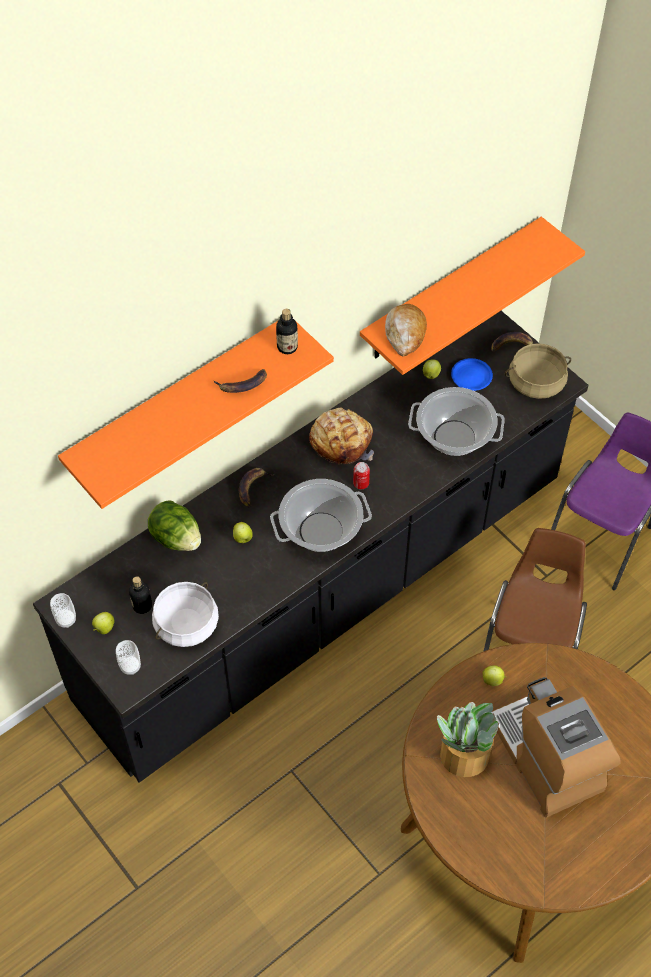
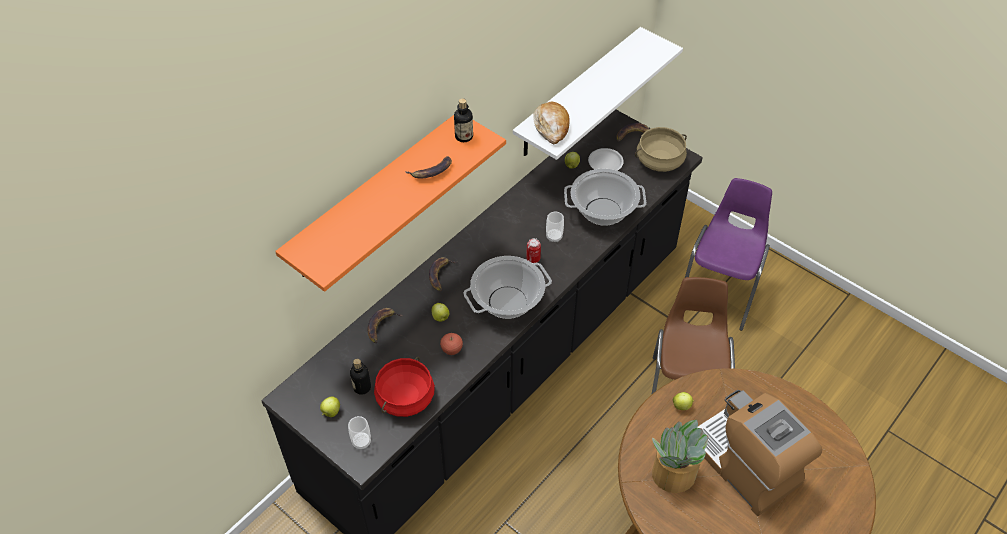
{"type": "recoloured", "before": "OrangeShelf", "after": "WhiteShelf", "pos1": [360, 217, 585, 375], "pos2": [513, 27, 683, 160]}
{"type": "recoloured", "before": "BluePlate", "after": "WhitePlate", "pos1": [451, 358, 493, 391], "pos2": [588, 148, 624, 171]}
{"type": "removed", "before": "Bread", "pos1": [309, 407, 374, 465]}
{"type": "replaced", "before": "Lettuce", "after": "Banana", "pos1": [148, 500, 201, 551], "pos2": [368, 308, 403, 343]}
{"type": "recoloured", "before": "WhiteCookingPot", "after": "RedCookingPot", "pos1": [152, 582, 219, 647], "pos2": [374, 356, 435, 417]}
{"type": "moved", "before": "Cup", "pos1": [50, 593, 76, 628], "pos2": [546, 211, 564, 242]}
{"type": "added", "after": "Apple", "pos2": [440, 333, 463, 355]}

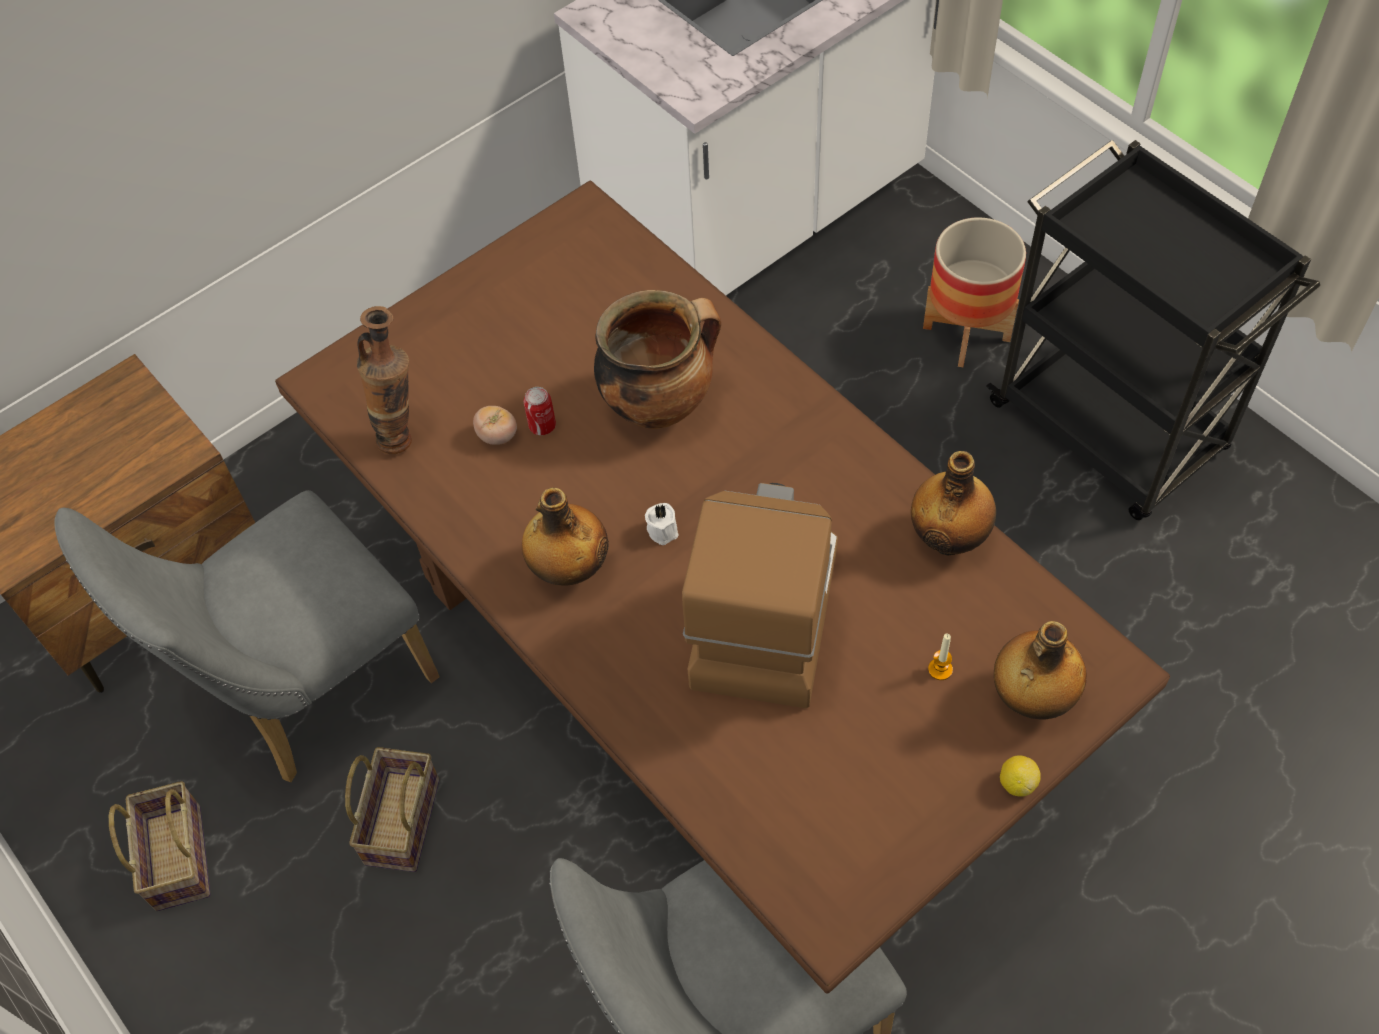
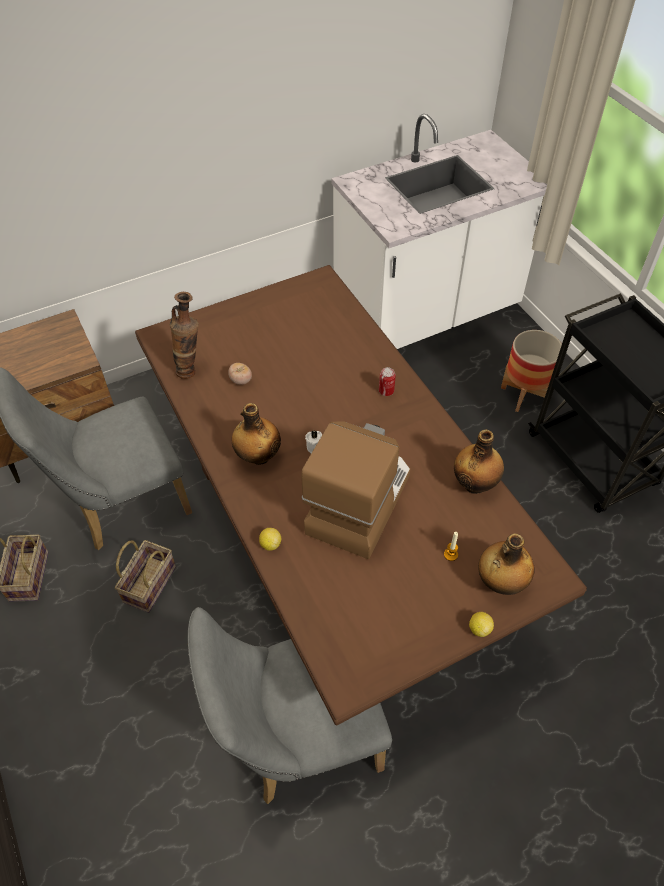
{"type": "removed", "before": "CookingPot", "pos1": [594, 290, 721, 429]}
{"type": "moved", "before": "Can", "pos1": [523, 387, 556, 435], "pos2": [379, 367, 395, 396]}
{"type": "added", "after": "Lemon", "pos2": [259, 528, 281, 551]}

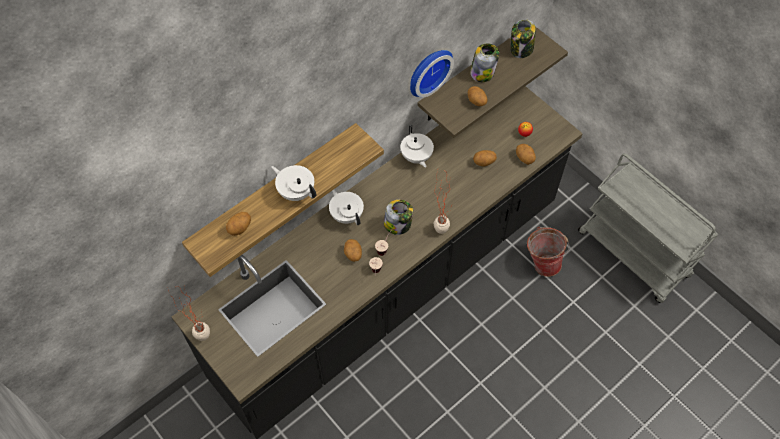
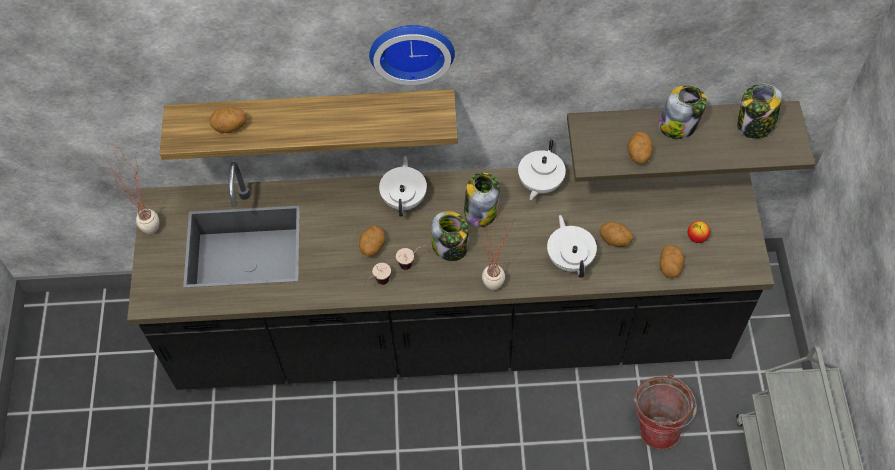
{"type": "moved", "before": "WallClock", "pos1": [410, 50, 454, 98], "pos2": [369, 25, 455, 85]}
{"type": "moved", "before": "WhiteTeapot", "pos1": [271, 165, 316, 201], "pos2": [547, 215, 597, 278]}
{"type": "added", "after": "Jar", "pos2": [464, 173, 500, 227]}

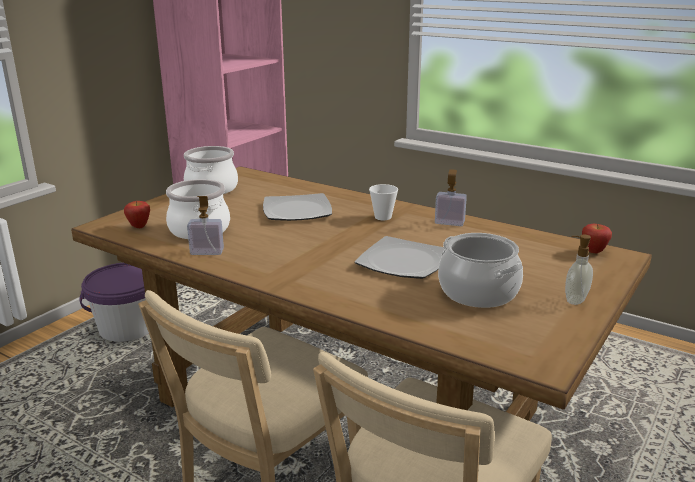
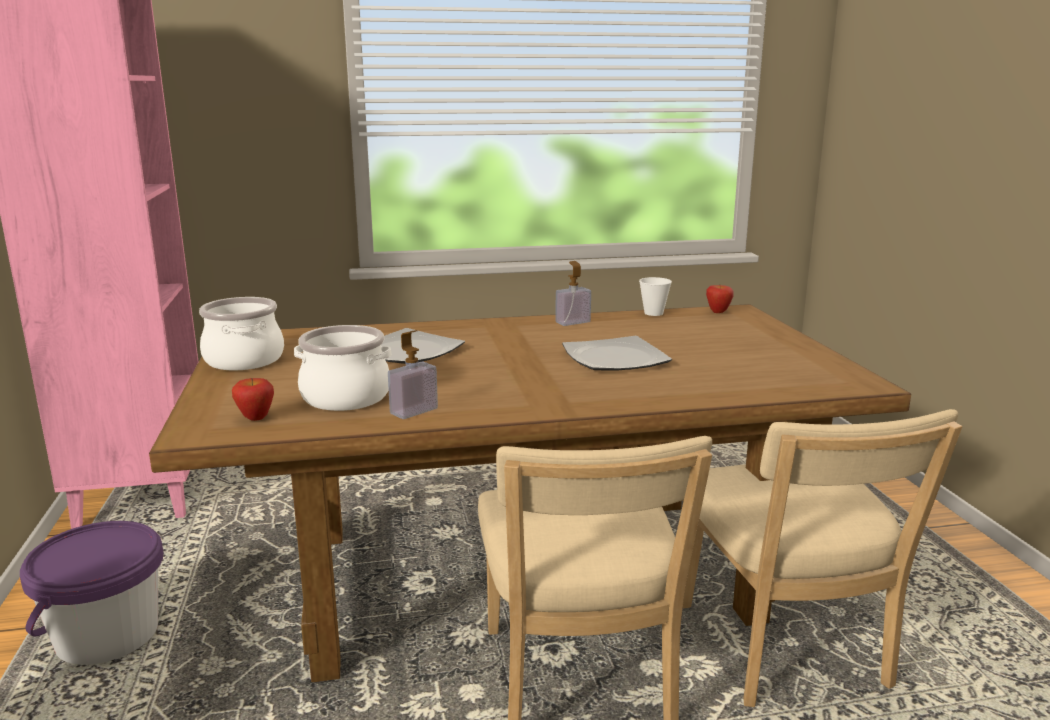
{"type": "moved", "before": "Cup", "pos1": [369, 184, 398, 220], "pos2": [639, 277, 672, 316]}
{"type": "removed", "before": "CookingPot", "pos1": [438, 233, 523, 308]}
{"type": "removed", "before": "SoapDispenser", "pos1": [565, 235, 593, 305]}

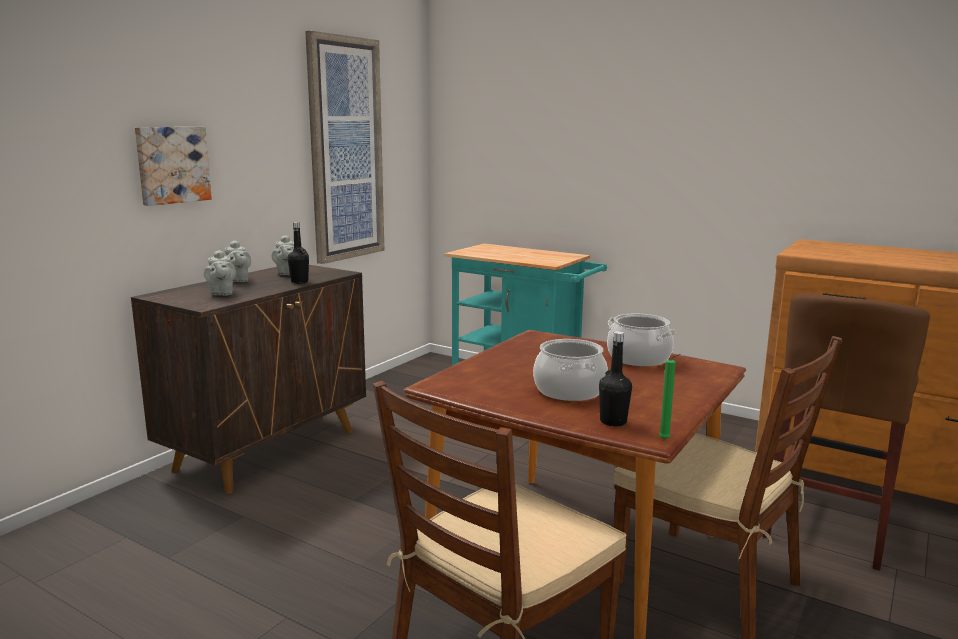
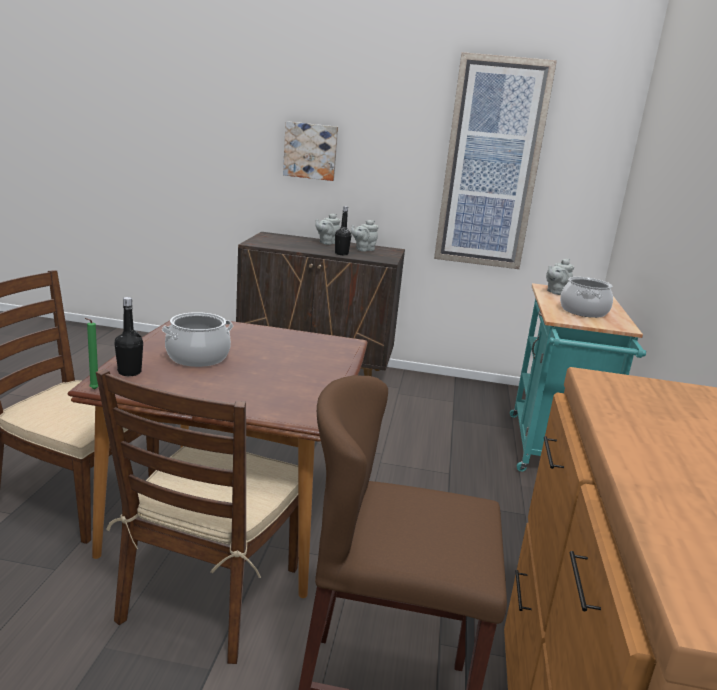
{"type": "moved", "before": "GreyTeapot", "pos1": [204, 250, 236, 295], "pos2": [546, 259, 574, 295]}
{"type": "moved", "before": "CookingPot", "pos1": [607, 314, 676, 366], "pos2": [560, 277, 613, 318]}

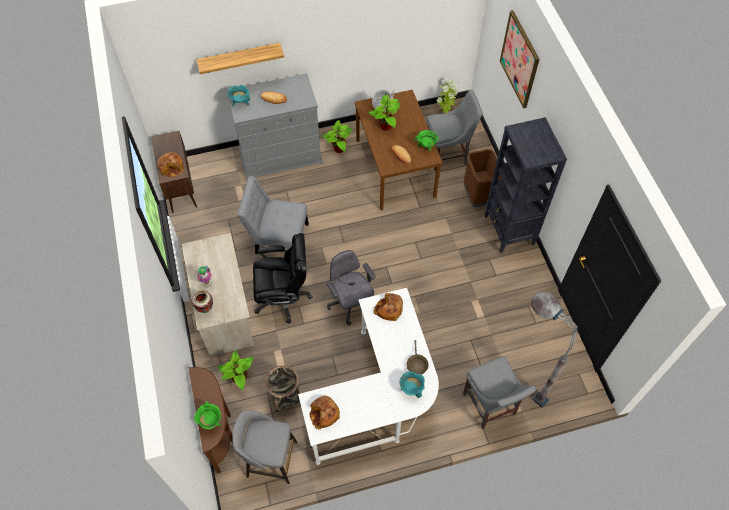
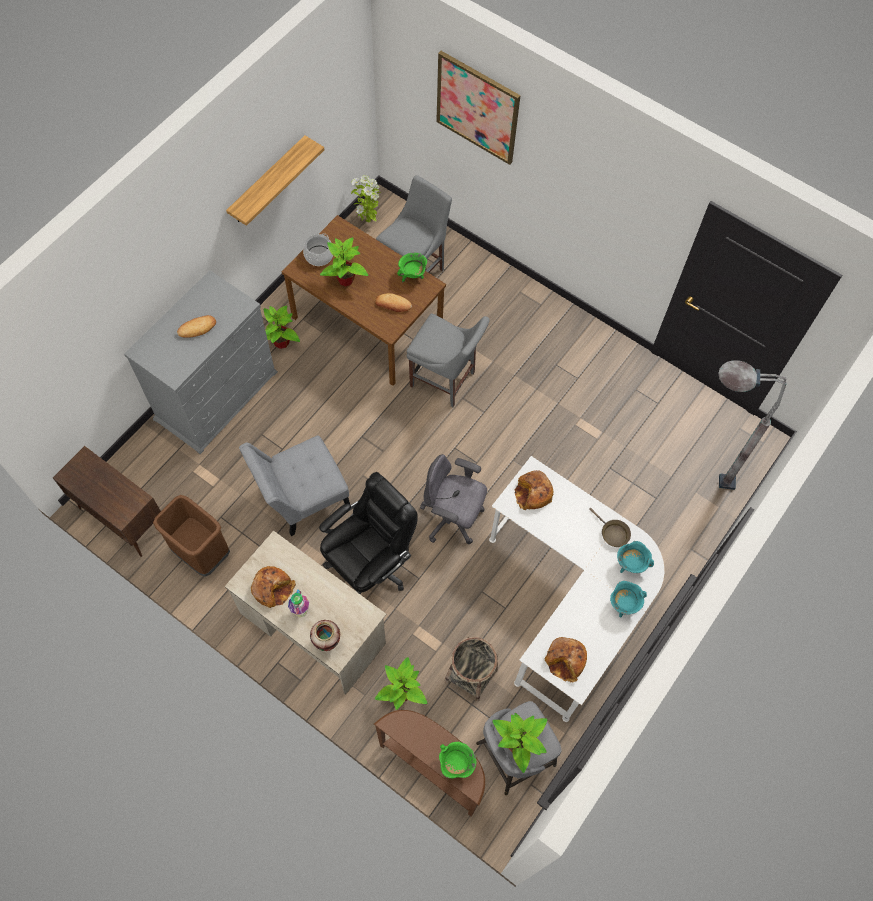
{"type": "moved", "before": "Shelf", "pos1": [196, 43, 284, 74], "pos2": [226, 135, 325, 226]}
{"type": "moved", "before": "TurquoiseCookingPot", "pos1": [227, 85, 250, 106], "pos2": [610, 581, 647, 618]}
{"type": "removed", "before": "BlackBookcase", "pos1": [484, 117, 567, 253]}
{"type": "moved", "before": "BrownTrashCan", "pos1": [464, 149, 502, 207], "pos2": [153, 495, 230, 577]}
{"type": "moved", "before": "Bread", "pos1": [157, 152, 184, 178], "pos2": [251, 566, 296, 608]}
{"type": "moved", "before": "GreyChair", "pos1": [463, 356, 536, 429], "pos2": [407, 313, 490, 407]}
{"type": "added", "after": "PottedPlant", "pos2": [493, 713, 547, 773]}

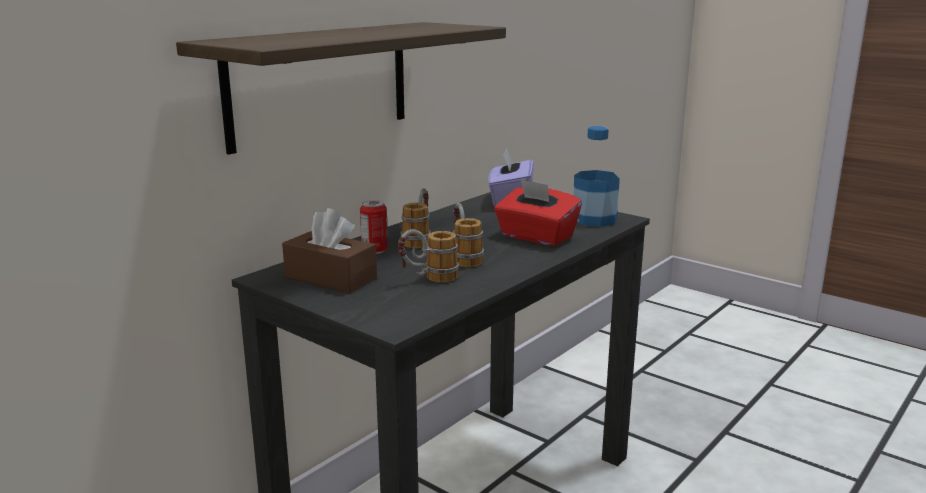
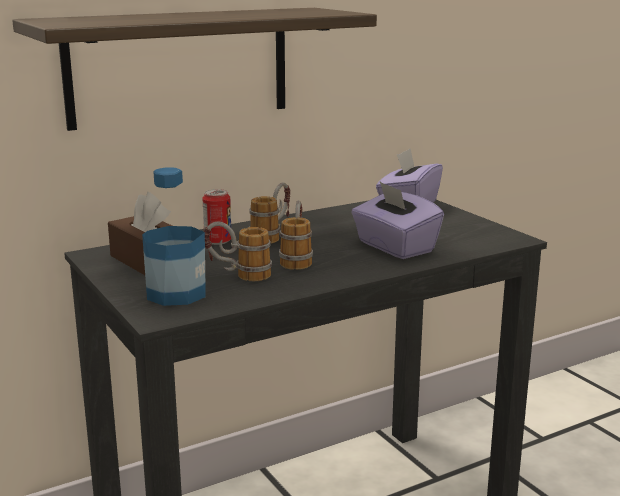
{"type": "moved", "before": "Bottle", "pos1": [573, 126, 620, 227], "pos2": [142, 167, 206, 306]}
{"type": "recoloured", "before": "RedTissueBox", "after": "PurpleTissueBox", "pos1": [494, 179, 582, 246], "pos2": [351, 182, 444, 259]}

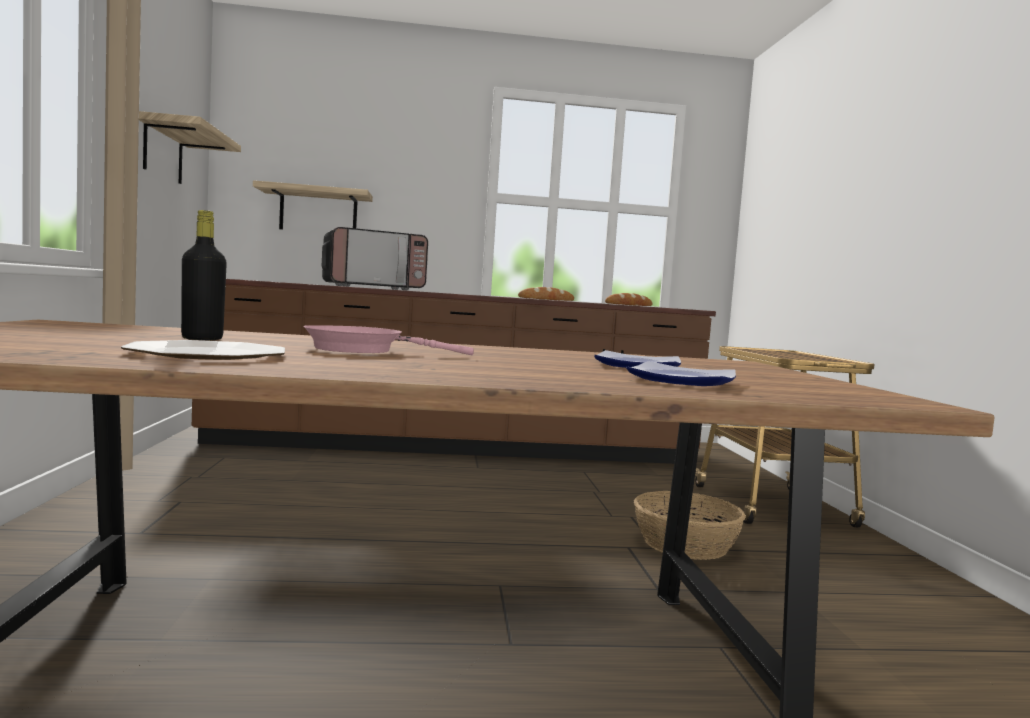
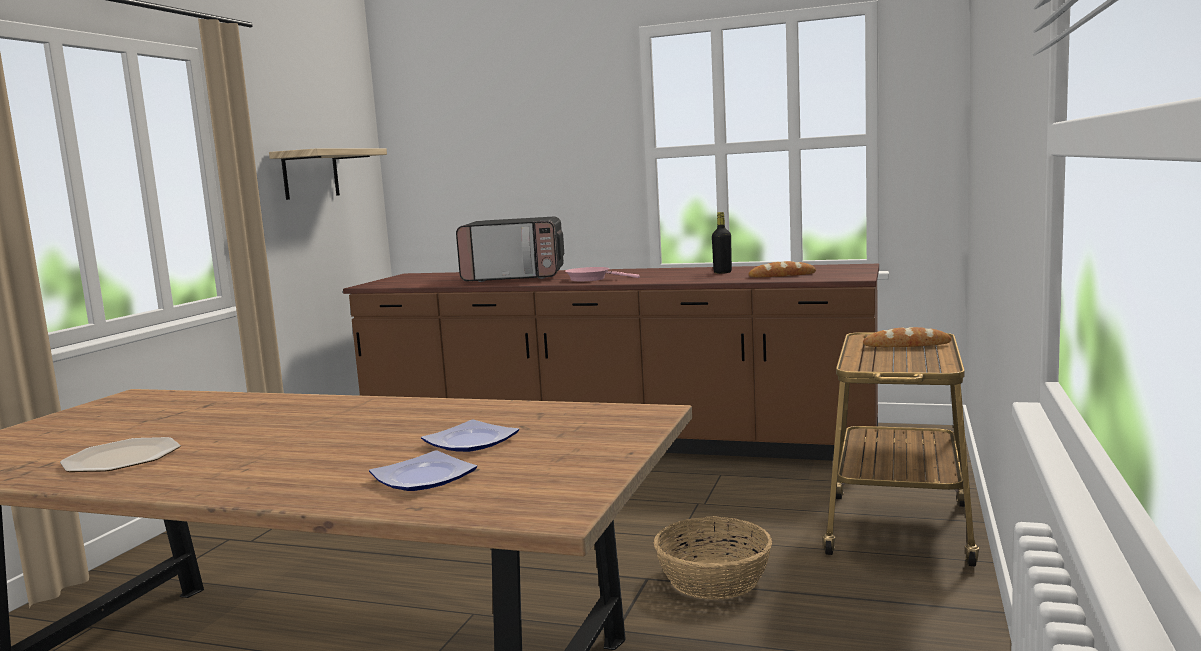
{"type": "removed", "before": "Shelf", "pos1": [253, 180, 373, 230]}
{"type": "moved", "before": "BlackBottle", "pos1": [181, 210, 227, 340], "pos2": [712, 212, 732, 274]}
{"type": "moved", "before": "Bread", "pos1": [518, 287, 574, 301], "pos2": [863, 327, 952, 347]}
{"type": "moved", "before": "PinkFryingPan", "pos1": [303, 325, 474, 355], "pos2": [565, 267, 640, 281]}

